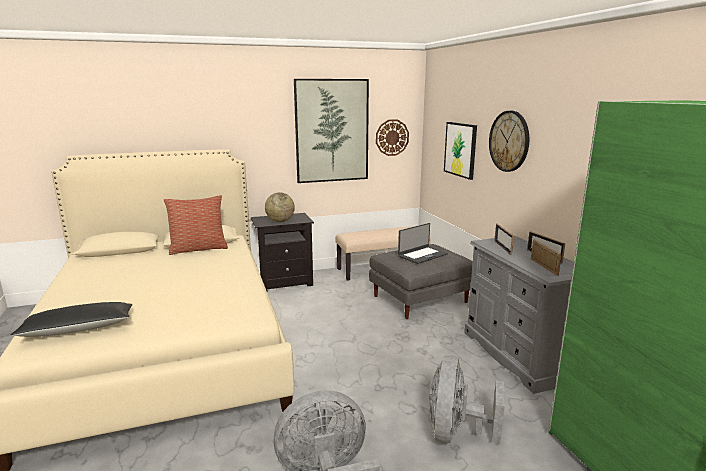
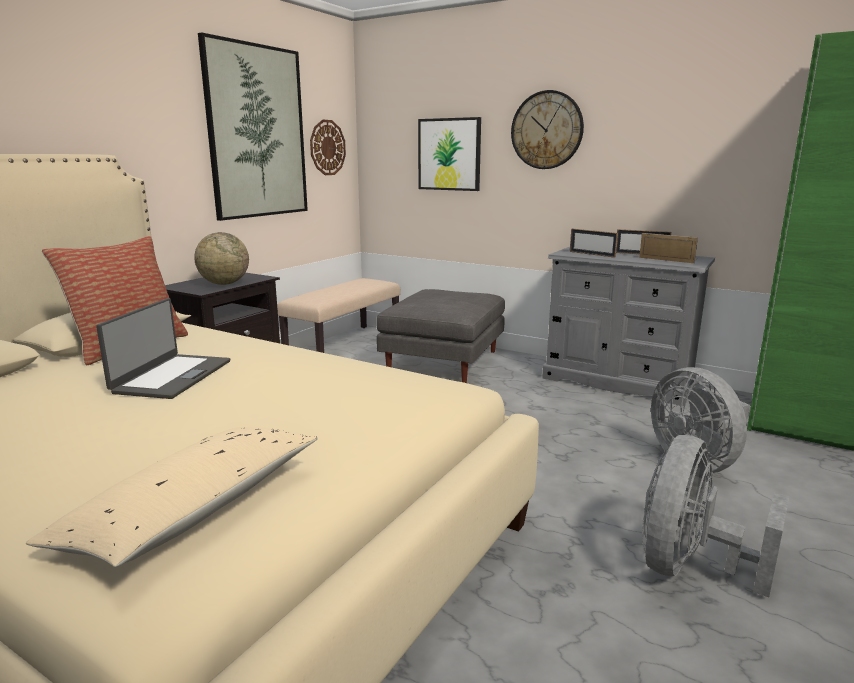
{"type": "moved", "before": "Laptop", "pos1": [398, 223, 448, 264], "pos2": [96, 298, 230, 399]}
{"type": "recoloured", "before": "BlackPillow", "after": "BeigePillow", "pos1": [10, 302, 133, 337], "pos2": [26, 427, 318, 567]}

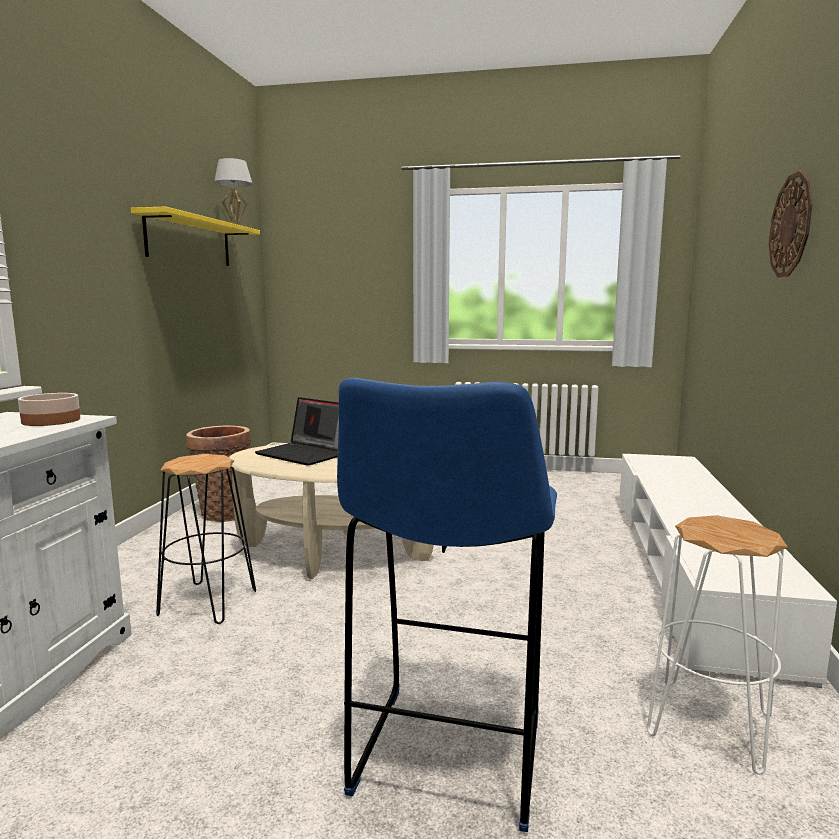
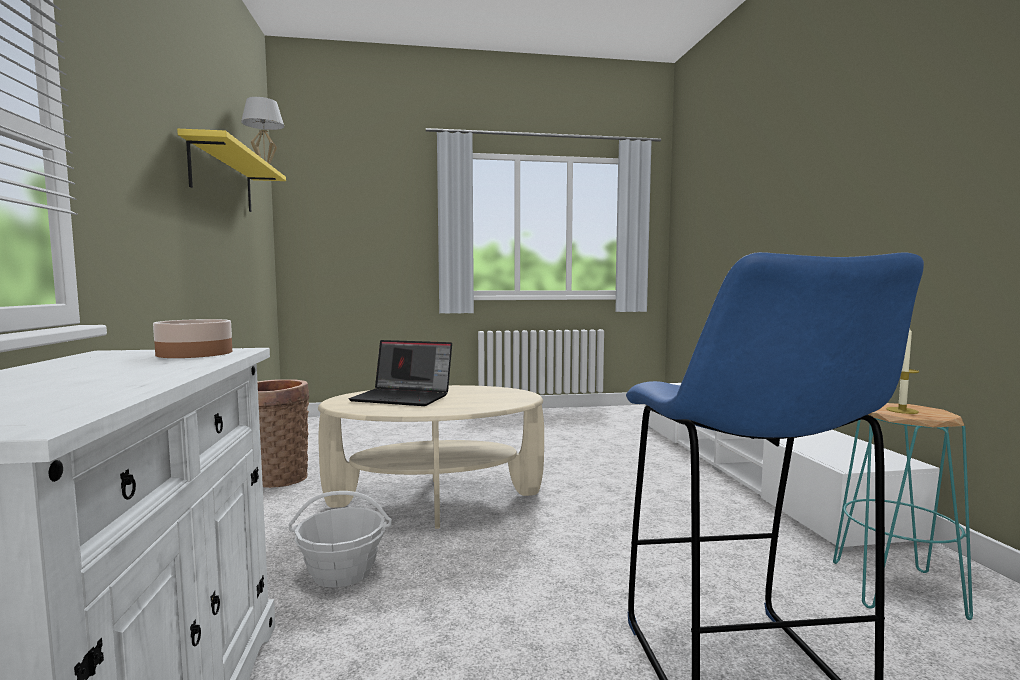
{"type": "removed", "before": "WallClock", "pos1": [769, 171, 813, 277]}
{"type": "replaced", "before": "BlackStool", "after": "Basket", "pos1": [156, 454, 256, 624], "pos2": [288, 491, 392, 588]}
{"type": "recoloured", "before": "WhiteStool", "after": "TurquoiseStool", "pos1": [647, 515, 788, 775], "pos2": [833, 403, 973, 620]}
{"type": "added", "after": "Candle", "pos2": [886, 329, 920, 414]}

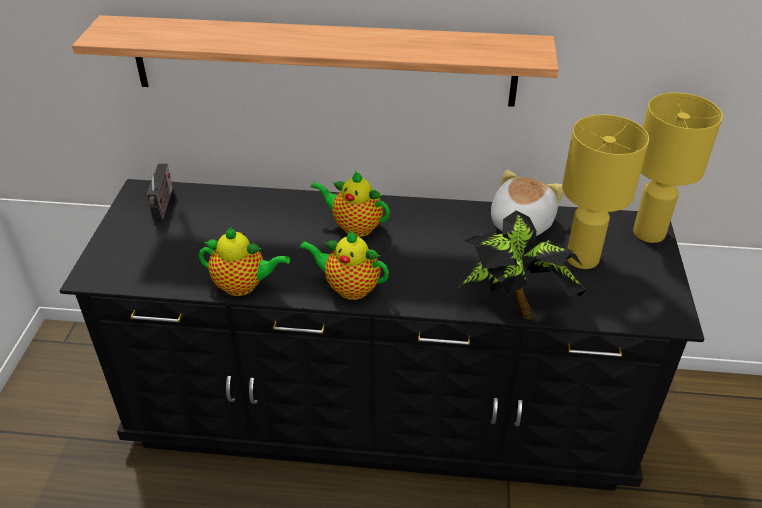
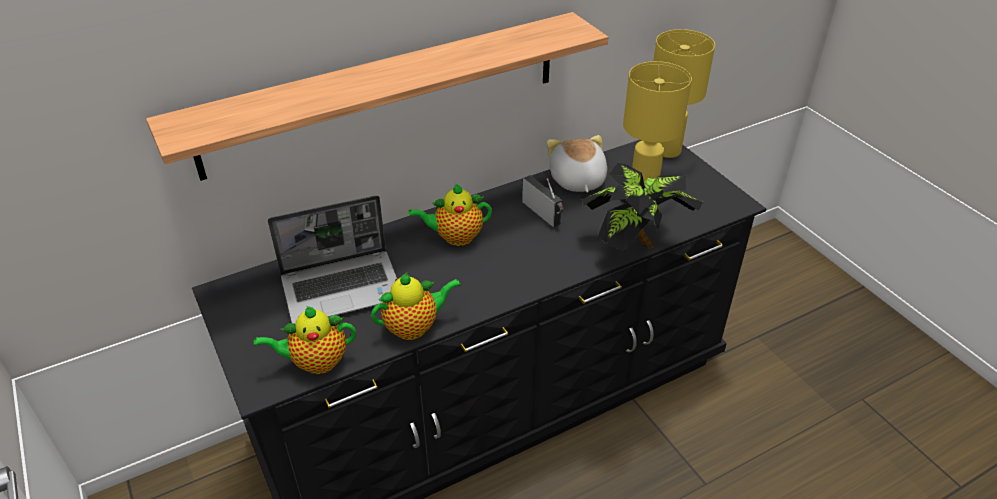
{"type": "moved", "before": "Radio", "pos1": [147, 164, 173, 220], "pos2": [522, 175, 564, 227]}
{"type": "moved", "before": "Teapot", "pos1": [299, 230, 389, 300], "pos2": [254, 306, 356, 374]}
{"type": "added", "after": "Laptop", "pos2": [268, 195, 397, 324]}

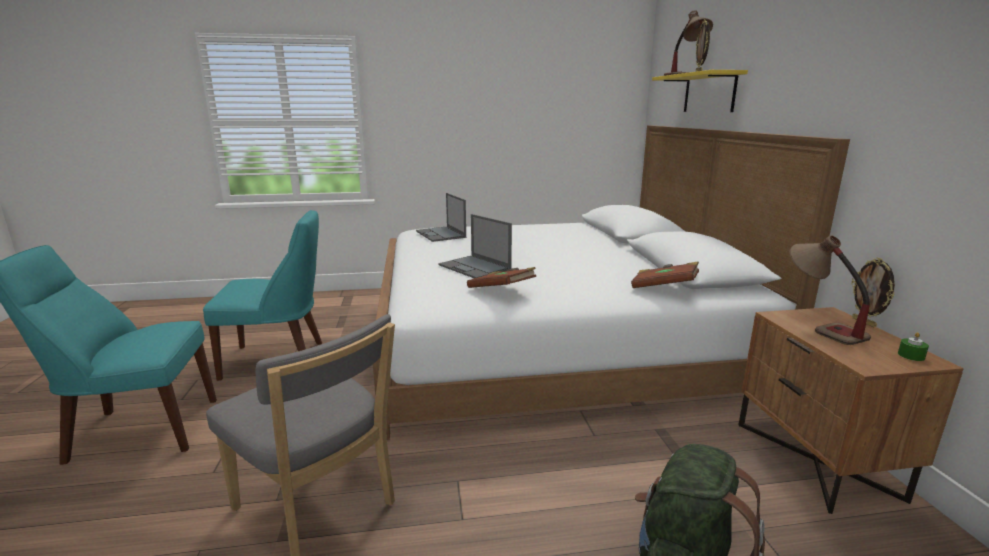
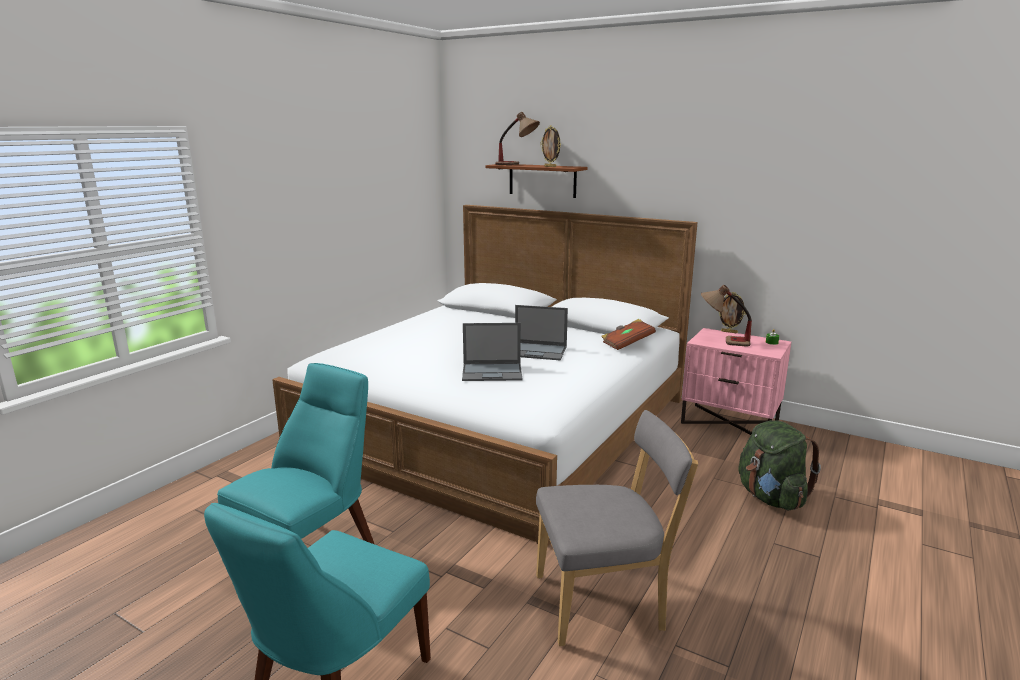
{"type": "recoloured", "before": "YellowShelf", "after": "BrownShelf", "pos1": [652, 70, 748, 112], "pos2": [485, 164, 587, 198]}
{"type": "moved", "before": "Laptop", "pos1": [416, 193, 466, 242], "pos2": [515, 305, 568, 360]}
{"type": "removed", "before": "BrownBook", "pos1": [467, 267, 536, 288]}
{"type": "recoloured", "before": "BrownNightstand", "after": "PinkNightstand", "pos1": [738, 307, 964, 514], "pos2": [681, 328, 791, 435]}

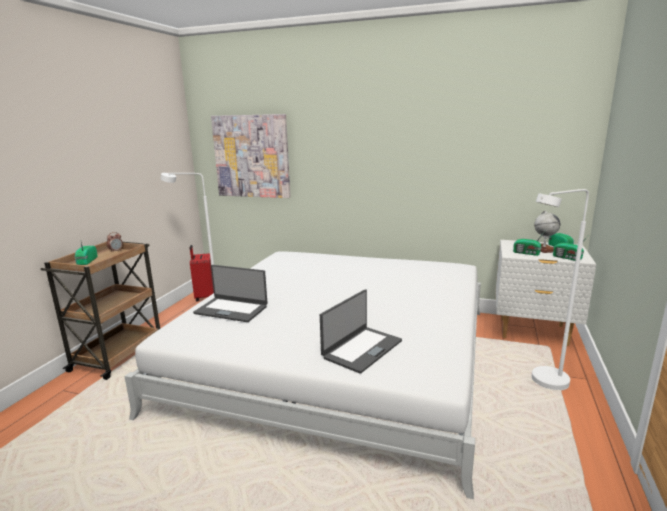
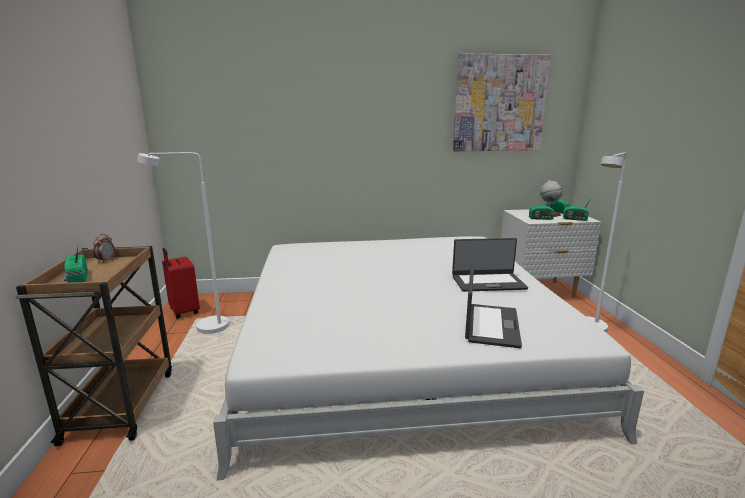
{"type": "moved", "before": "Picture", "pos1": [211, 114, 290, 198], "pos2": [453, 53, 551, 151]}
{"type": "moved", "before": "Laptop", "pos1": [193, 265, 268, 322], "pos2": [452, 238, 528, 292]}

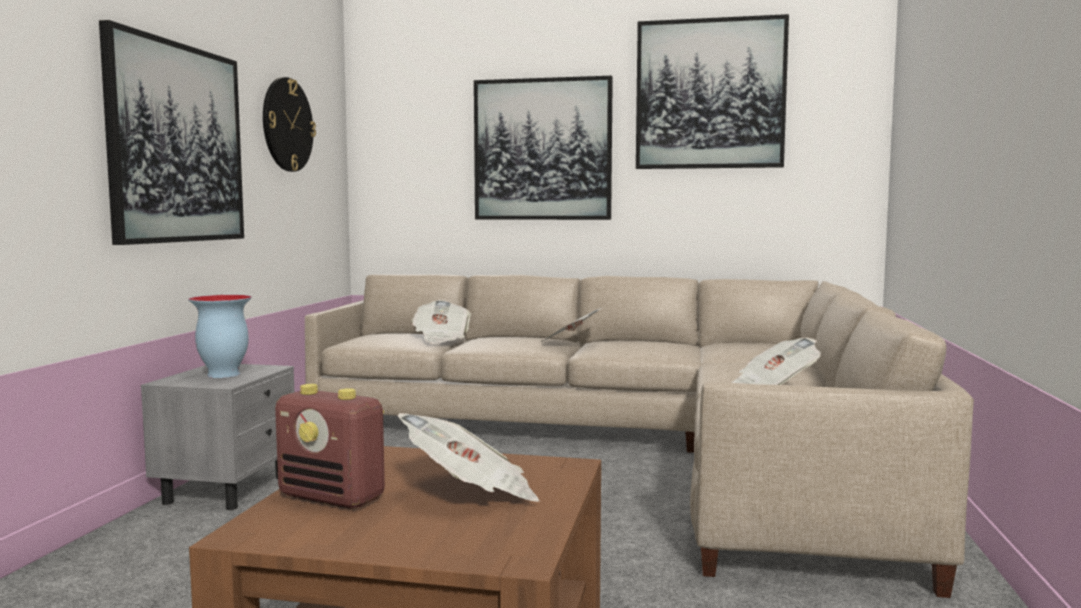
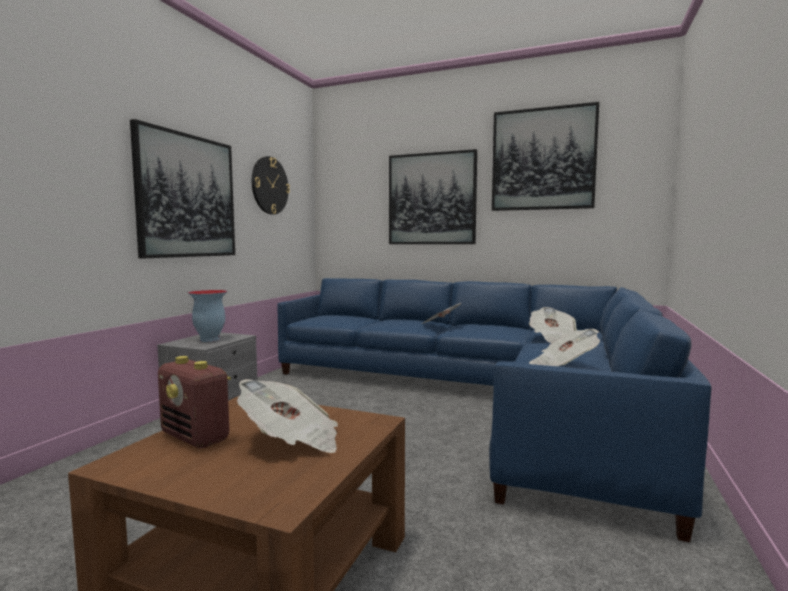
{"type": "recoloured", "before": "BeigeSofa", "after": "BlueSofa", "pos1": [305, 274, 974, 598], "pos2": [278, 278, 712, 542]}
{"type": "moved", "before": "Newspaper", "pos1": [411, 300, 471, 344], "pos2": [529, 307, 577, 343]}

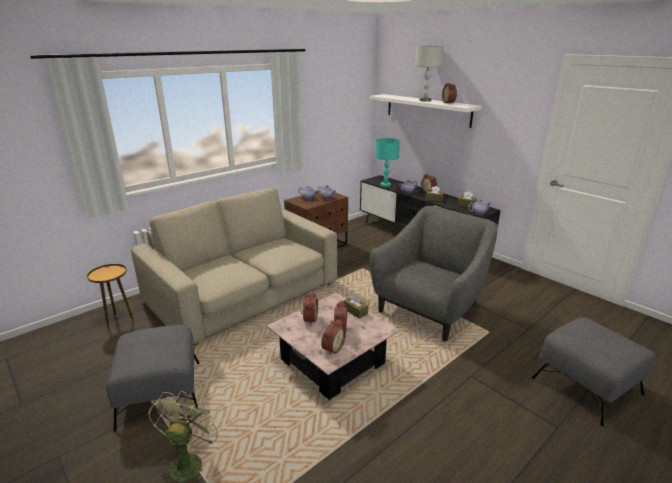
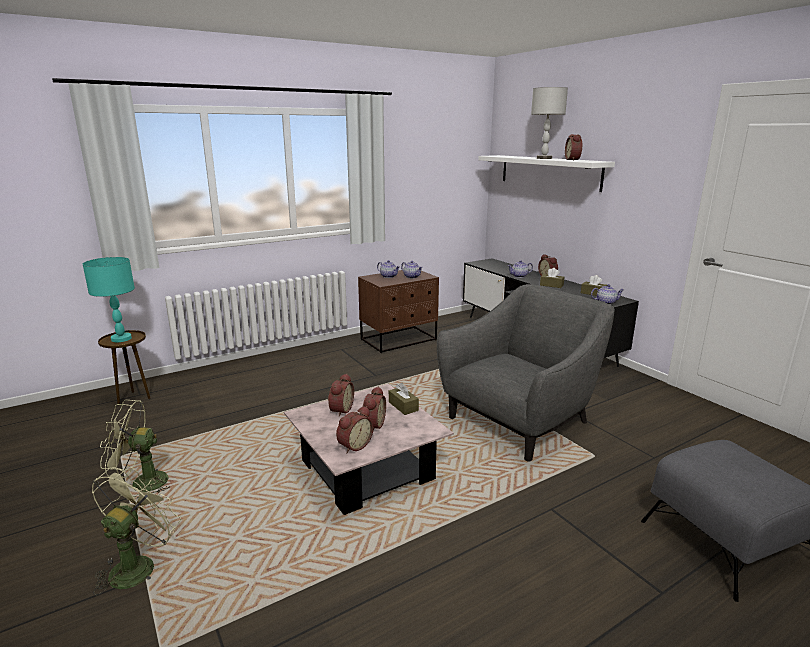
{"type": "moved", "before": "TurquoiseTableLamp", "pos1": [376, 138, 400, 187], "pos2": [83, 257, 135, 342]}
{"type": "removed", "before": "BeigeSofa", "pos1": [131, 188, 337, 345]}
{"type": "replaced", "before": "GreyOttoman", "after": "GreenFan", "pos1": [106, 325, 199, 432], "pos2": [100, 400, 169, 500]}

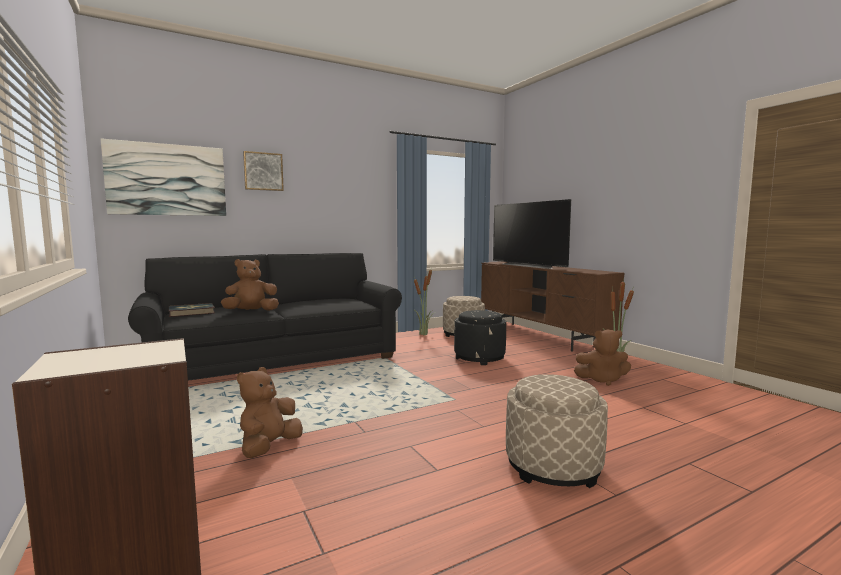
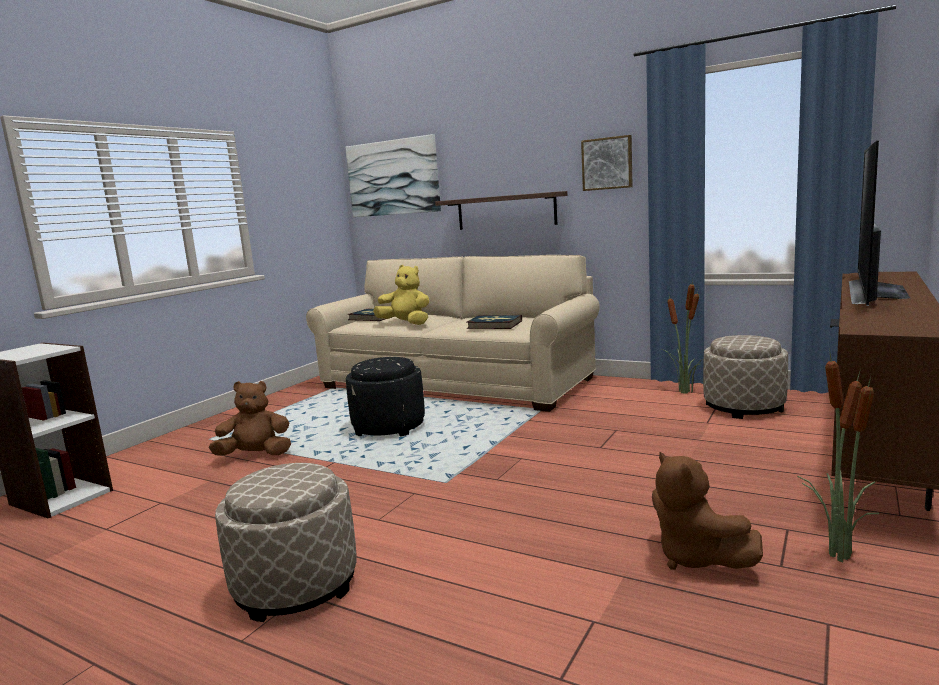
{"type": "moved", "before": "Picture", "pos1": [243, 151, 284, 191], "pos2": [581, 135, 633, 191]}
{"type": "recoloured", "before": "BlackSofa", "after": "BeigeSofa", "pos1": [128, 253, 402, 381], "pos2": [306, 255, 600, 412]}
{"type": "recoloured", "before": "BrownPlushToy", "after": "YellowPlushToy", "pos1": [221, 259, 279, 311], "pos2": [373, 265, 429, 325]}
{"type": "moved", "before": "BlackOttoman", "pos1": [454, 310, 506, 365], "pos2": [346, 357, 425, 437]}
{"type": "added", "after": "Shelf", "pos2": [435, 191, 567, 230]}
{"type": "added", "after": "Book", "pos2": [466, 315, 522, 329]}

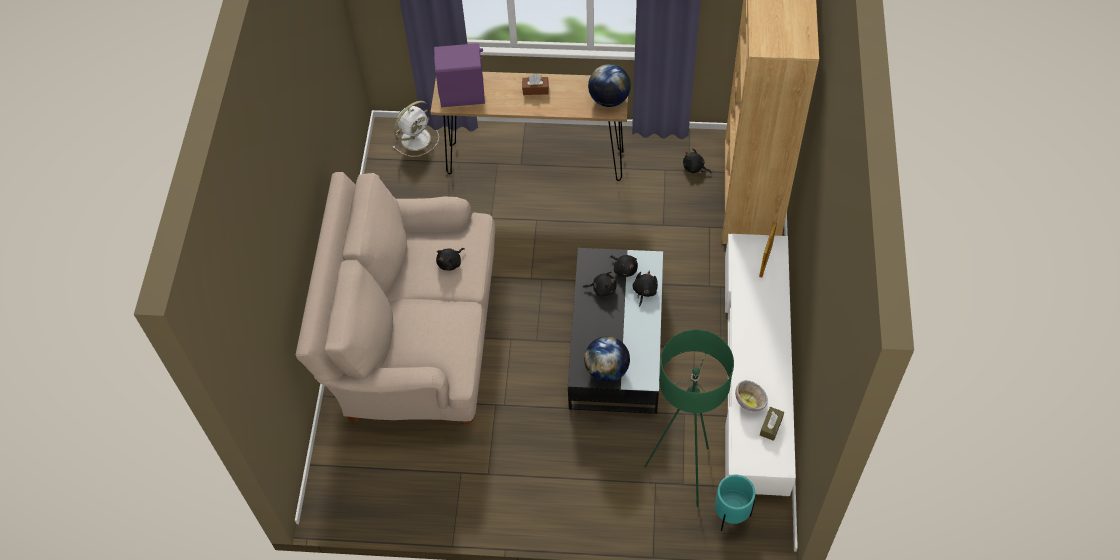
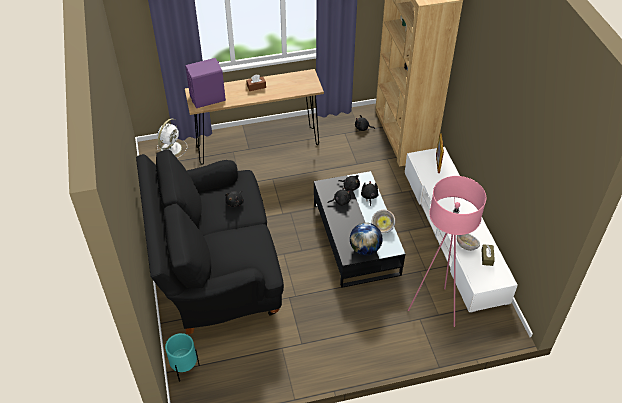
{"type": "removed", "before": "Globe", "pos1": [588, 64, 631, 107]}
{"type": "recoloured", "before": "BeigeSofa", "after": "BlackSofa", "pos1": [296, 172, 495, 424], "pos2": [136, 149, 284, 334]}
{"type": "recoloured", "before": "GreenFloorLamp", "after": "PinkFloorLamp", "pos1": [644, 330, 734, 507], "pos2": [408, 176, 486, 327]}
{"type": "moved", "before": "TurquoisePlanter", "pos1": [715, 475, 755, 531], "pos2": [165, 333, 200, 382]}
{"type": "added", "after": "Bowl", "pos2": [372, 209, 395, 233]}

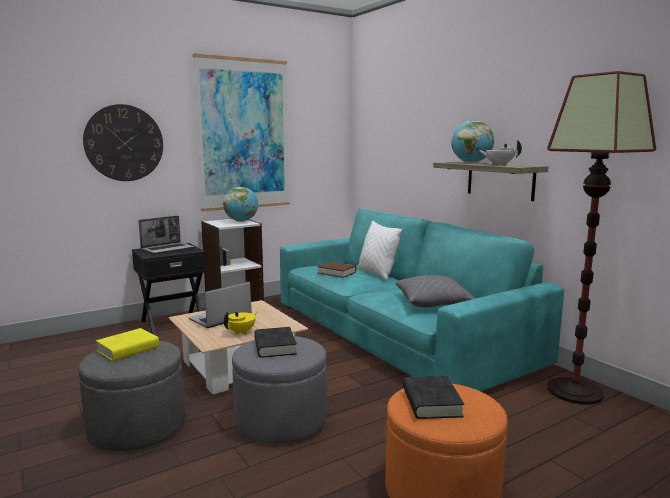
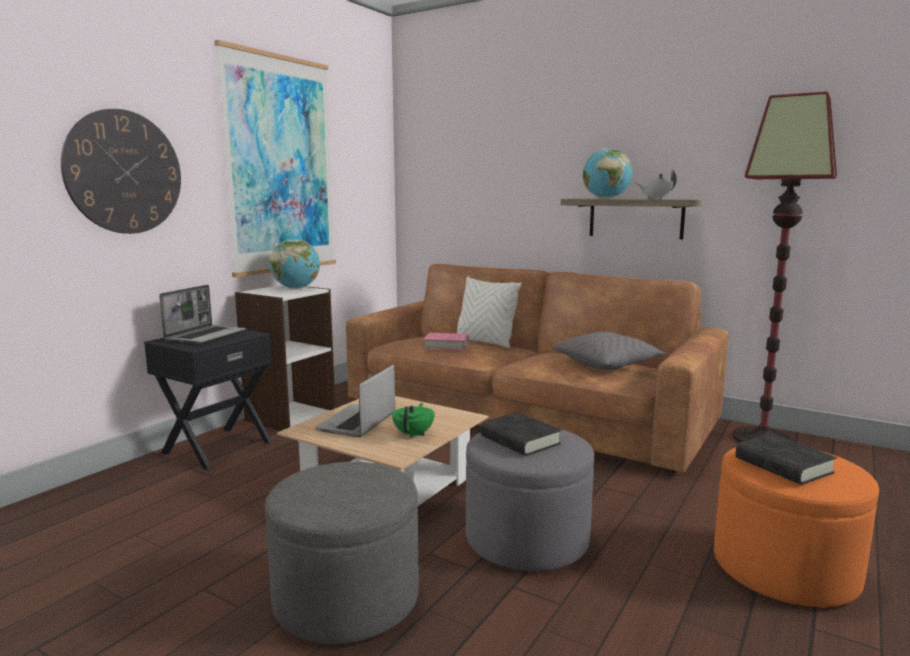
{"type": "recoloured", "before": "TurquoiseSofa", "after": "BrownSofa", "pos1": [280, 209, 564, 391], "pos2": [346, 264, 729, 474]}
{"type": "recoloured", "before": "BrownBook", "after": "PinkBook", "pos1": [317, 262, 356, 278], "pos2": [424, 333, 468, 350]}
{"type": "recoloured", "before": "YellowTeapot", "after": "GreenTeapot", "pos1": [224, 311, 258, 334], "pos2": [392, 403, 435, 438]}
{"type": "removed", "before": "YellowBook", "pos1": [96, 328, 159, 361]}

